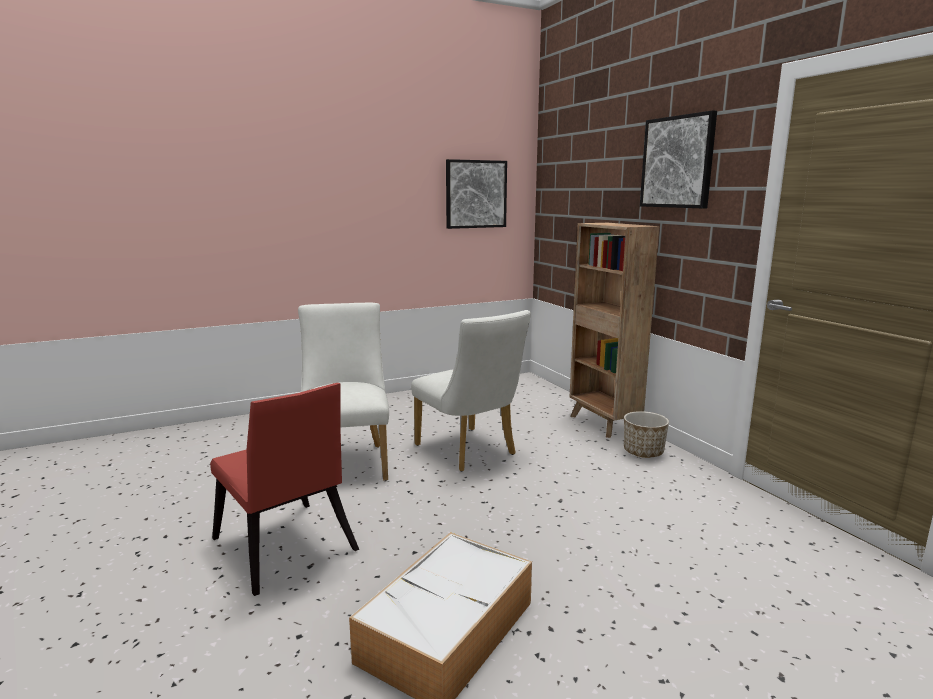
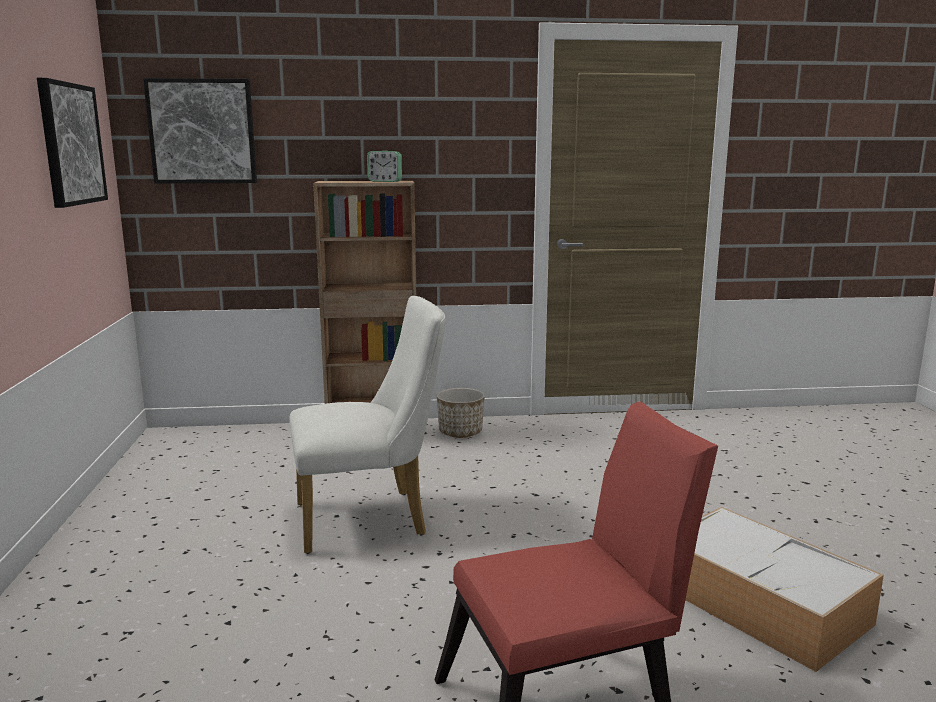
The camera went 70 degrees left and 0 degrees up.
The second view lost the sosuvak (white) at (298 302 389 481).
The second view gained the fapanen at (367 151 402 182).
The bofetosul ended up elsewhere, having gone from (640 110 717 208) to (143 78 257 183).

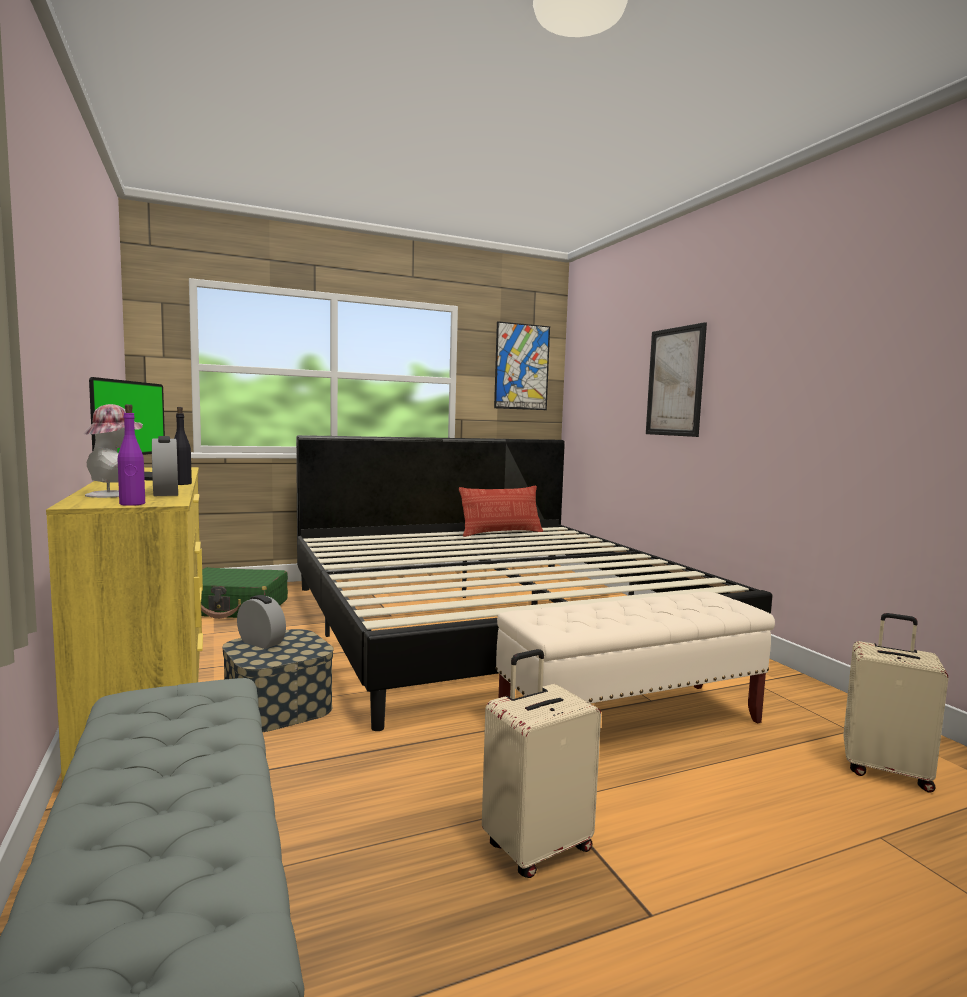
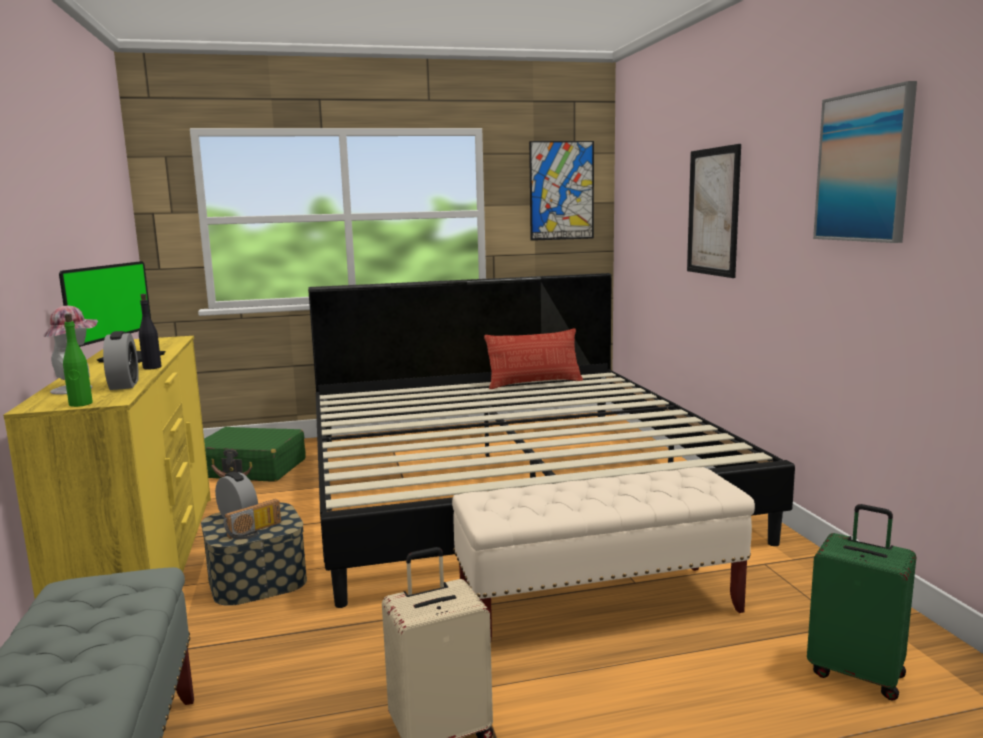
The camera went 10 degrees right and 5 degrees up.
The second view gained the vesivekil at (223 499 281 539).
The second view gained the bofetosul at (813 81 917 243).
What was the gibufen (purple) at (118 404 145 506) turned into the gibufen (green) at (63 314 93 407).
What was the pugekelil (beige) at (843 613 949 793) turned into the pugekelil (green) at (807 504 916 701).

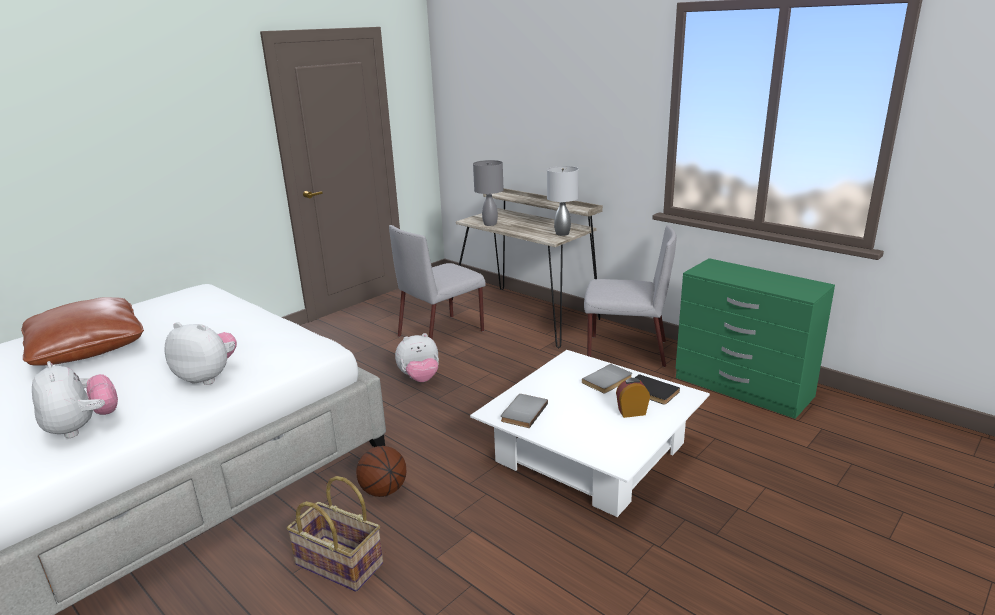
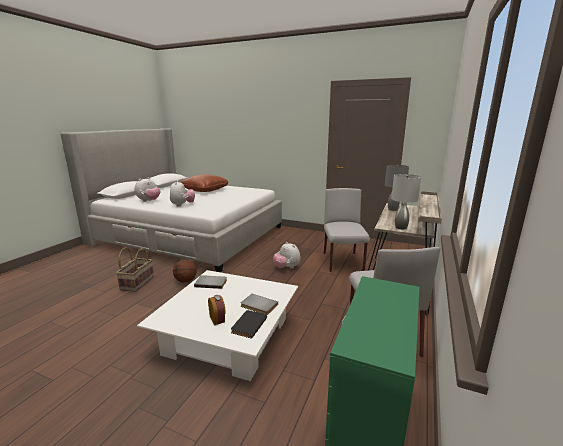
The camera went 70 degrees right and 5 degrees down.
The sosuvak (grey) at (389 225 486 339) ended up facing another way, 60 degrees clockwise from before.

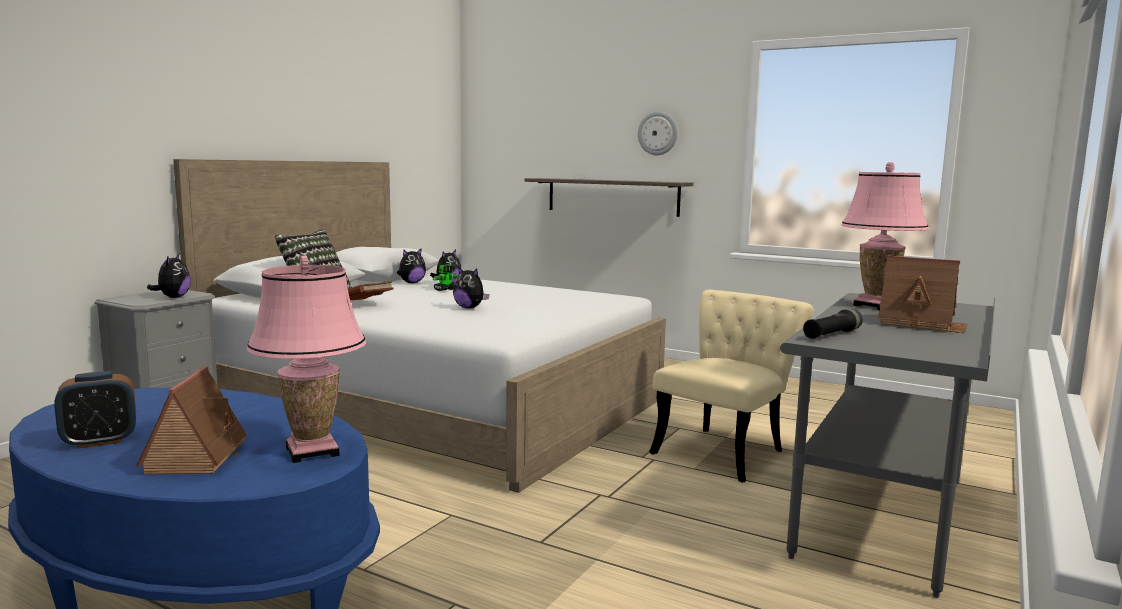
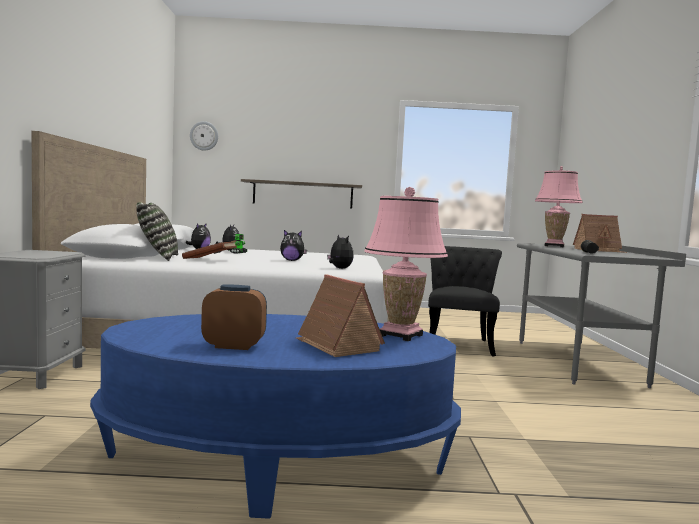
The camera went 30 degrees left and 5 degrees down.
The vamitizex ended up elsewhere, having gone from (147 254 191 298) to (327 234 354 269).
The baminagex ended up elsewhere, having gone from (638 111 678 155) to (190 121 218 151).
What was the sosuvak (beige) at (649 290 814 483) turned into the sosuvak (black) at (428 246 502 357).
The fapanen at (54 371 136 449) ended up facing another way, 120 degrees counterclockwise from before.

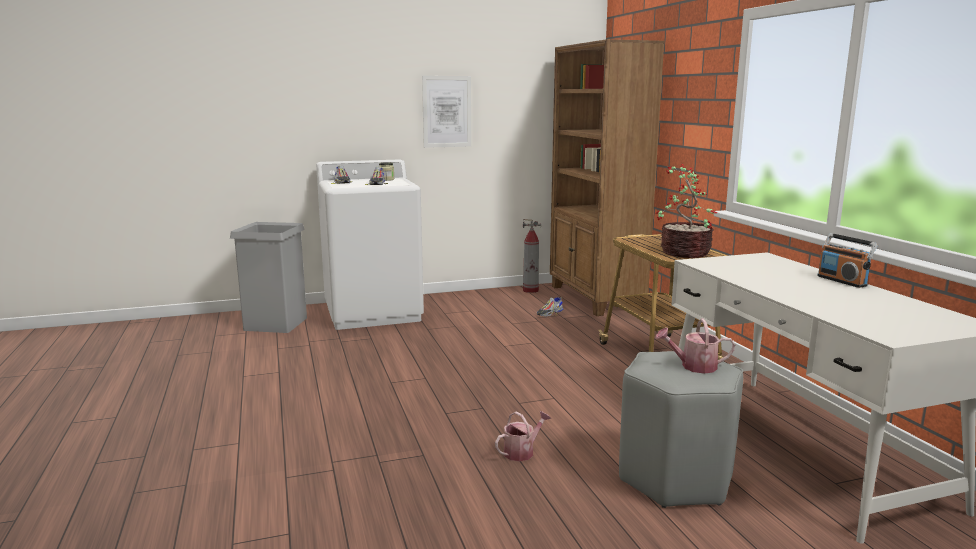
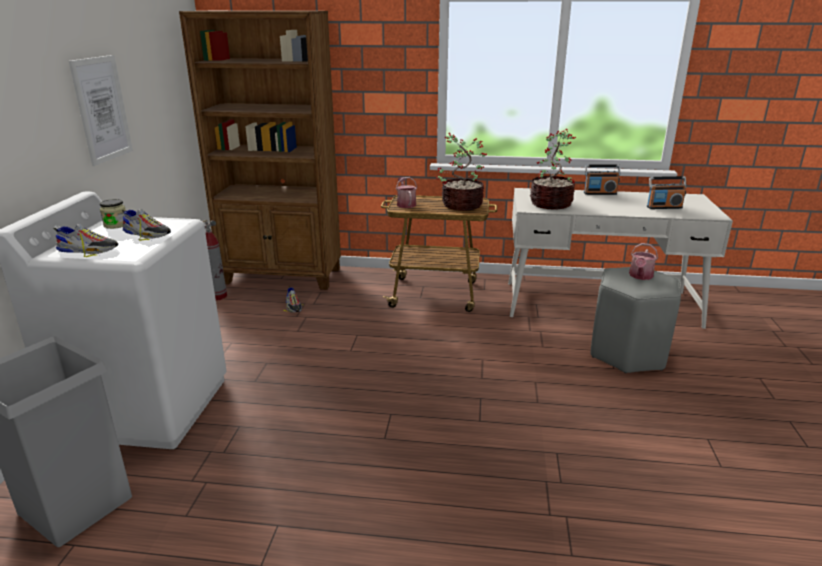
The camera went 65 degrees left and 10 degrees up.
The second view gained the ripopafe at (530 129 576 210).
The second view gained the vesivekil at (647 176 687 209).
The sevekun ended up elsewhere, having gone from (495 411 551 462) to (396 177 417 208).

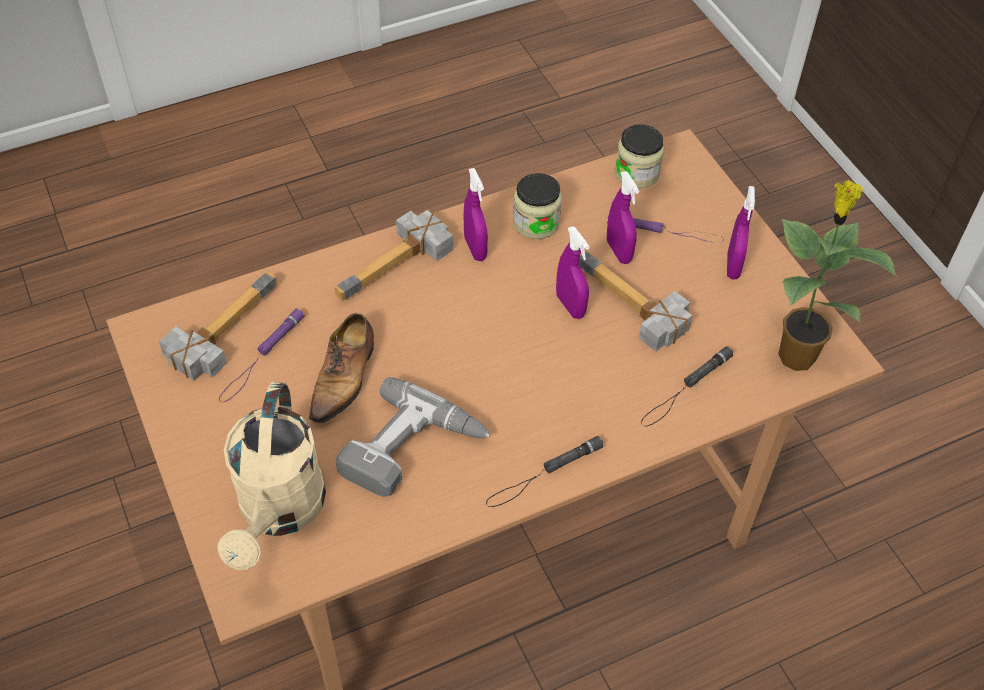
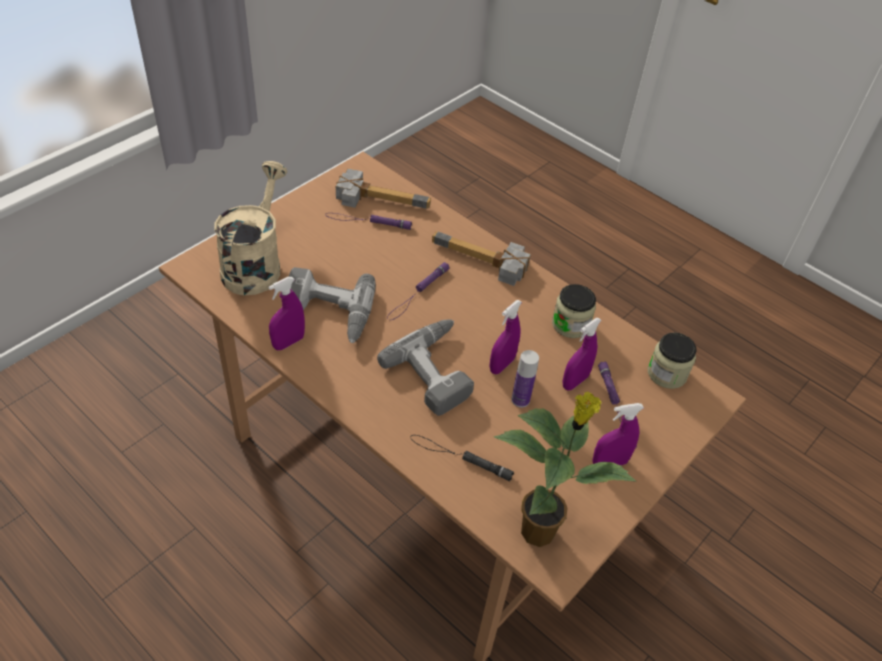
The camera went 65 degrees right and 5 degrees down.
The second view lost the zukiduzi at (309 313 374 427).
The second view lost the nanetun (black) at (486 436 604 507).
The second view gained the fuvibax at (377 319 474 416).
The second view gained the nanetun (purple) at (387 262 450 320).
The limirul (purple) ended up elsewhere, having gone from (464 168 488 261) to (268 277 305 350).
Where the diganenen stood at (579 250 693 352), the gibufen came to stand at (511 350 539 408).
The sevekun (beige) at (217 382 326 570) ended up facing another way, 120 degrees clockwise from before.

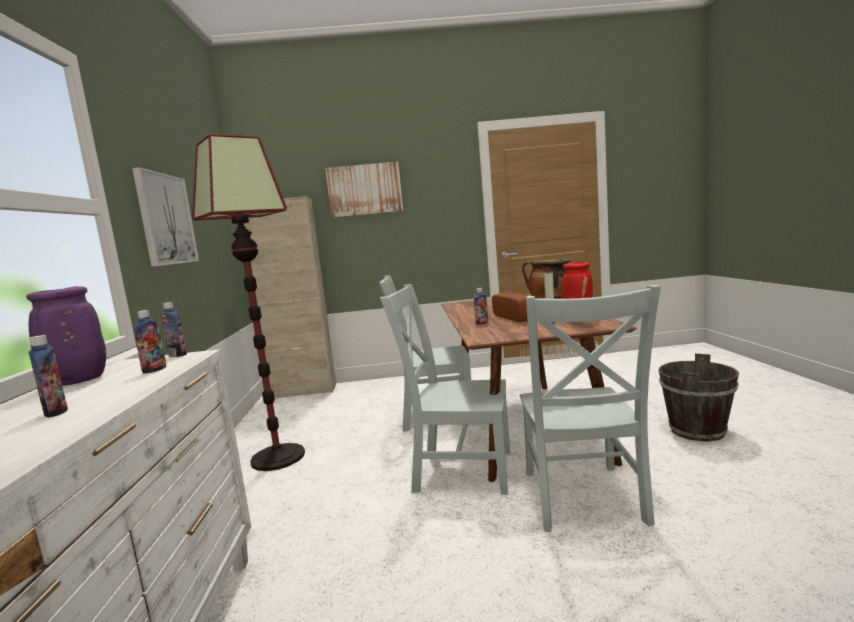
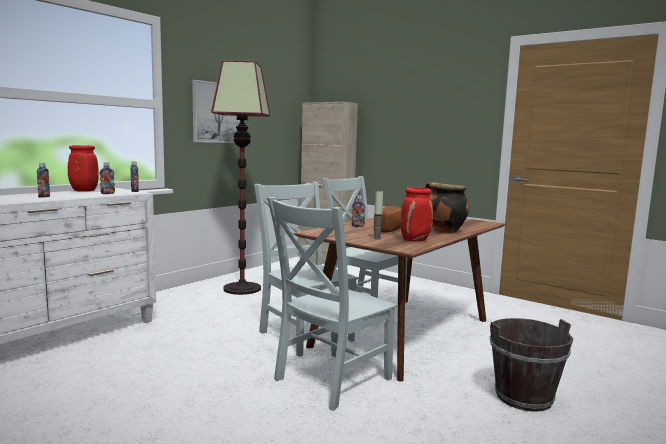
The camera went 40 degrees right and 0 degrees up.
The second view lost the bofetosul at (325 161 403 218).
What was the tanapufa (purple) at (26 286 106 386) turned into the tanapufa (red) at (68 145 99 192).

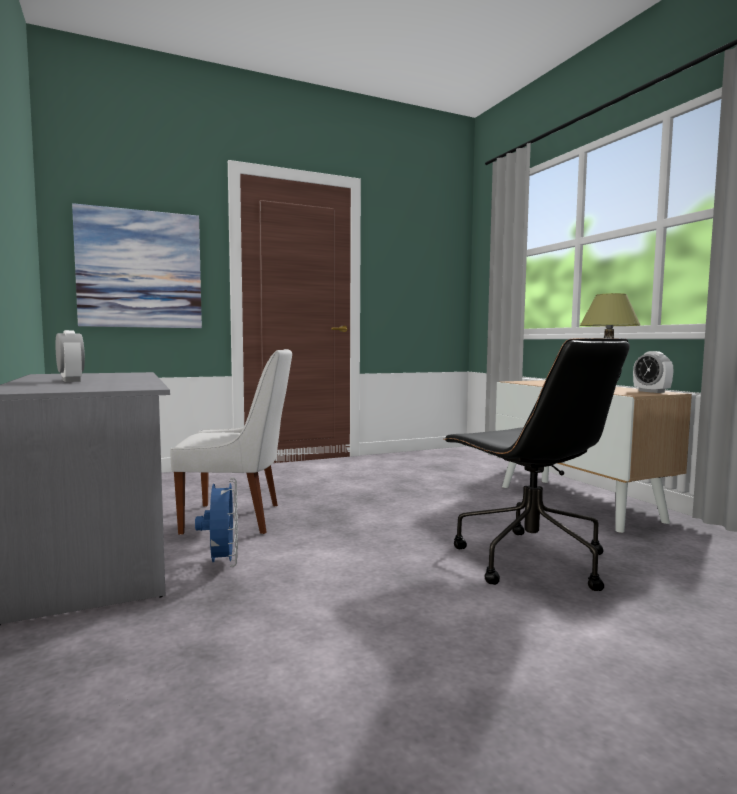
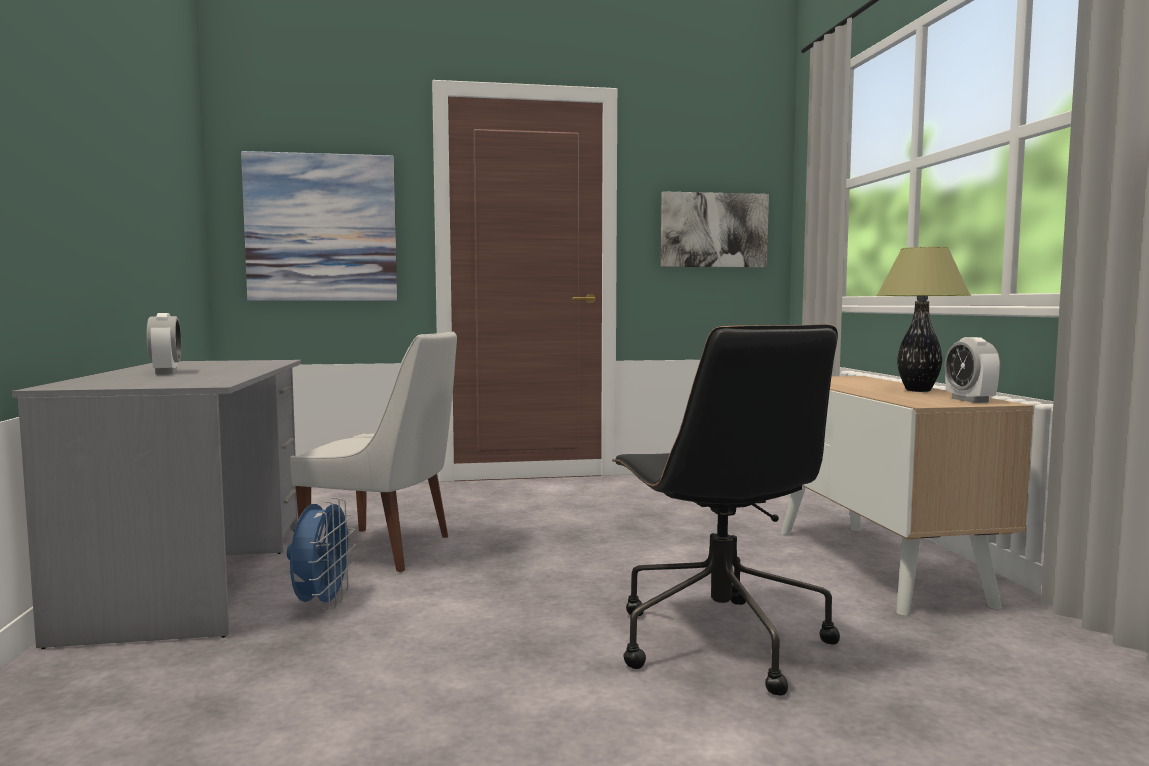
The camera went 15 degrees right and 0 degrees up.
The second view gained the bofetosul at (661 191 769 268).

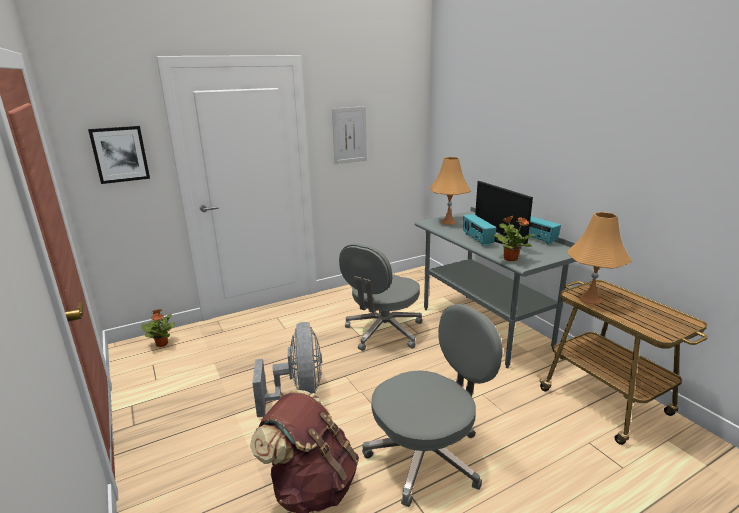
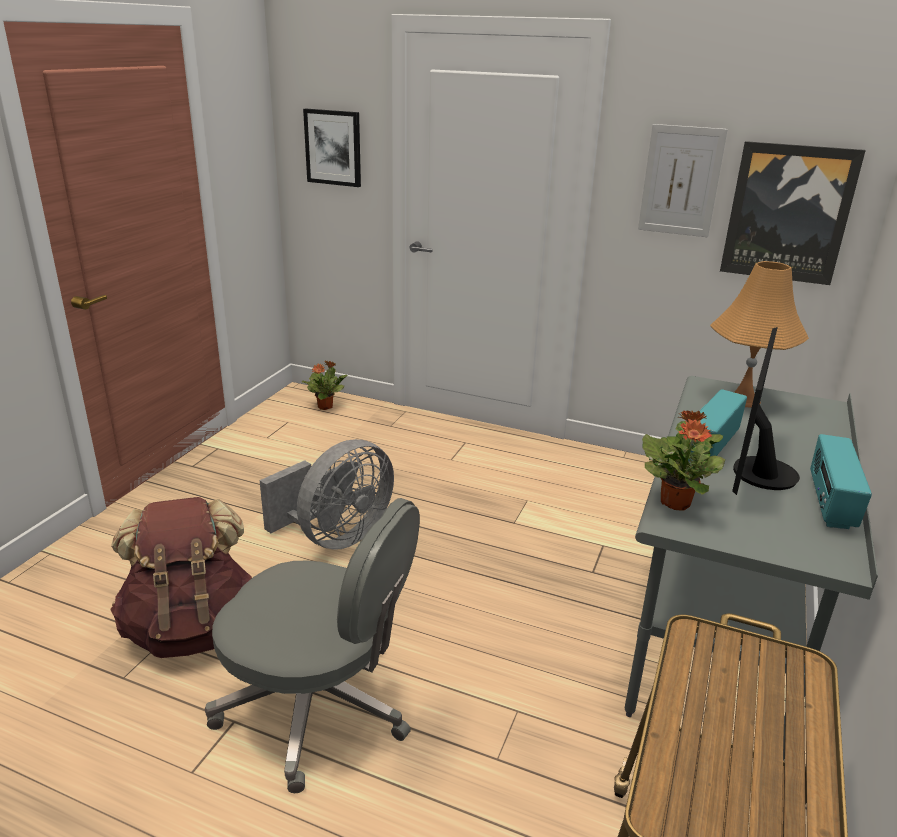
The camera went 50 degrees right and 5 degrees up.
The second view lost the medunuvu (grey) at (339 243 422 351).
The second view lost the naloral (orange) at (567 212 632 304).
The second view gained the bofetosul at (720 141 866 285).

